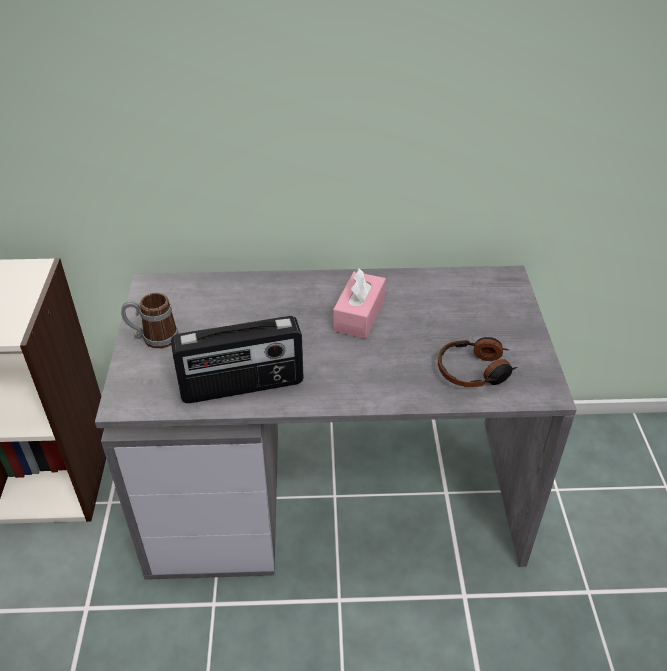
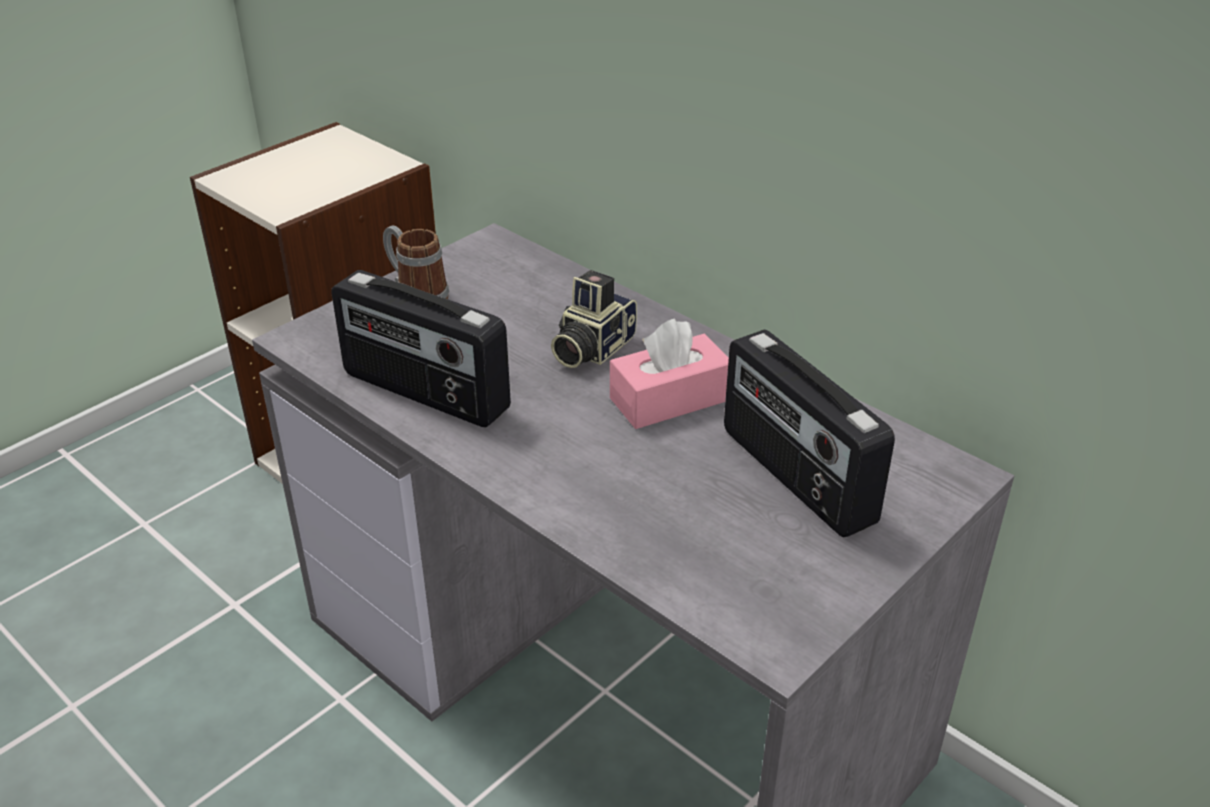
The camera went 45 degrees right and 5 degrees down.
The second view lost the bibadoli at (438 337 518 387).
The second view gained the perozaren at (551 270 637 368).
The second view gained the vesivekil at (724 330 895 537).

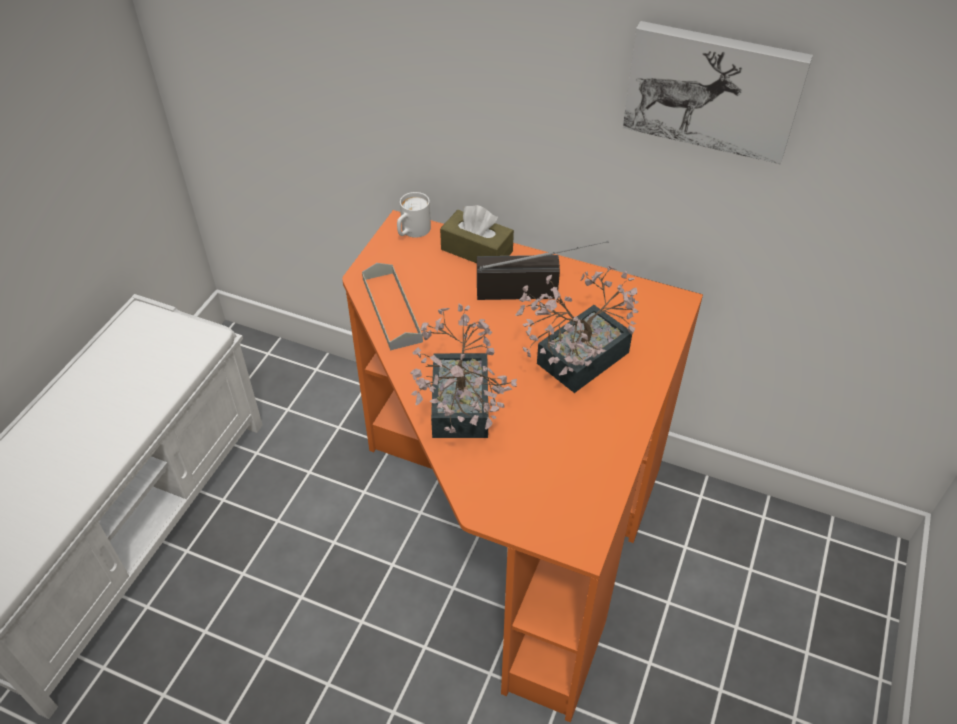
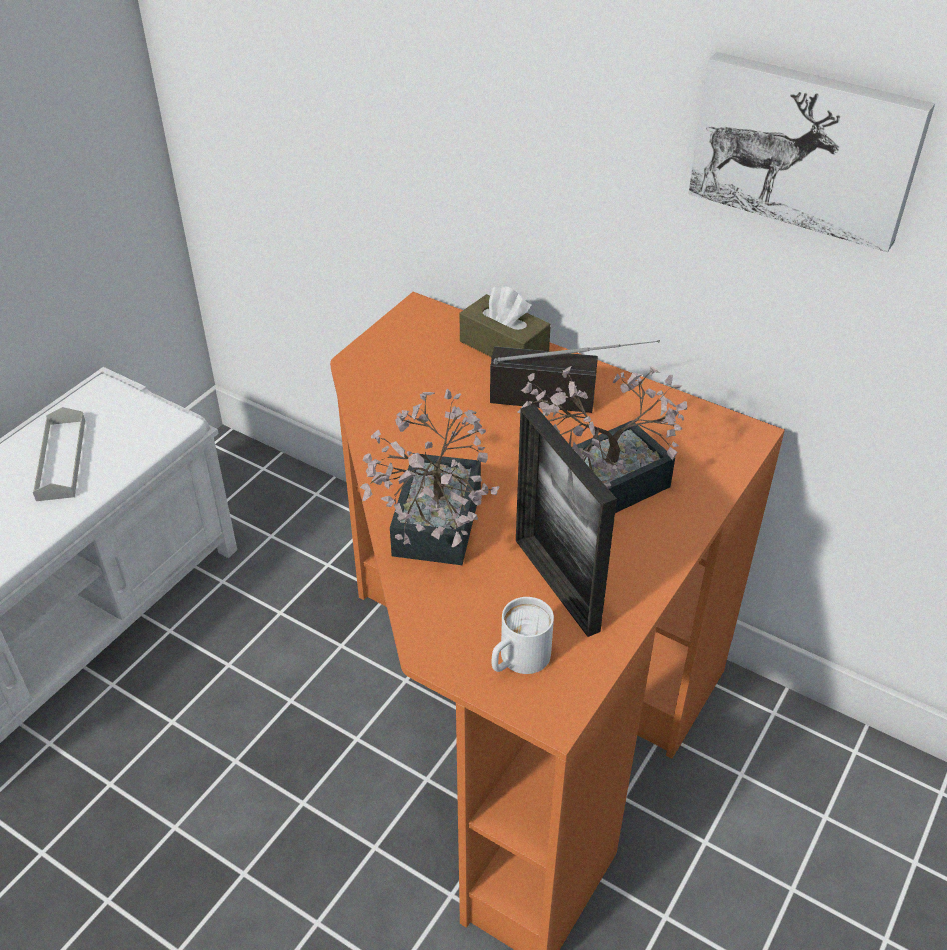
The camera went 10 degrees right and 5 degrees down.
The second view gained the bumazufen at (516 404 617 637).
The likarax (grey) ended up elsewhere, having gone from (362 263 423 350) to (33 407 85 501).
The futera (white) ended up elsewhere, having gone from (397 192 431 238) to (492 597 554 674).

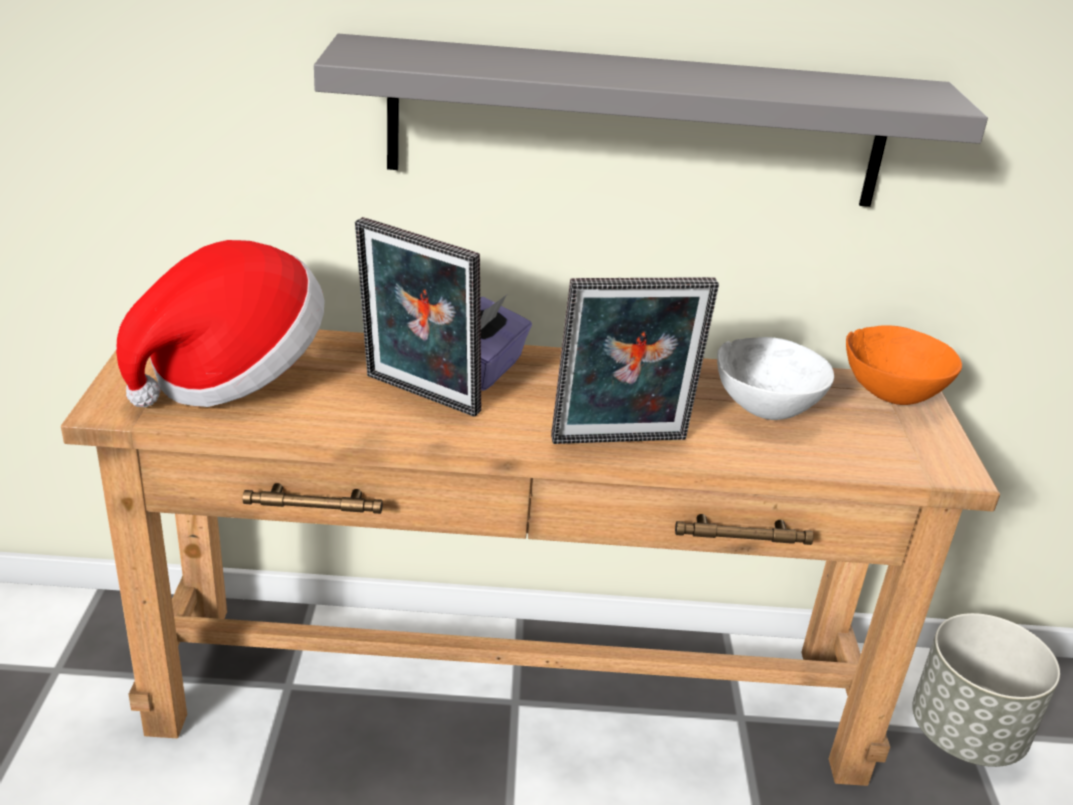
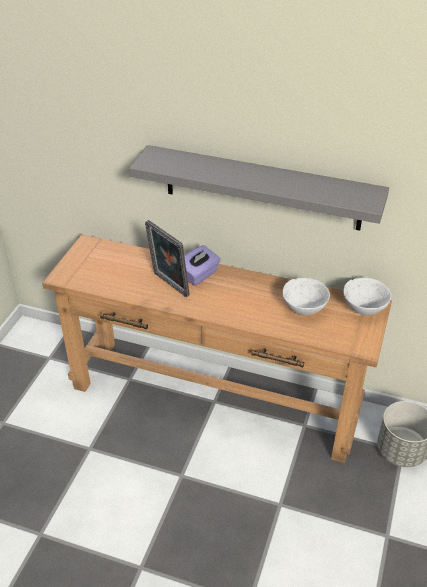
The camera went 20 degrees right and 10 degrees up.
The second view lost the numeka at (116 240 324 407).
The second view lost the bumazufen at (551 277 719 444).
What was the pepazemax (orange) at (846 325 962 405) turned into the pepazemax (white) at (344 278 391 315).

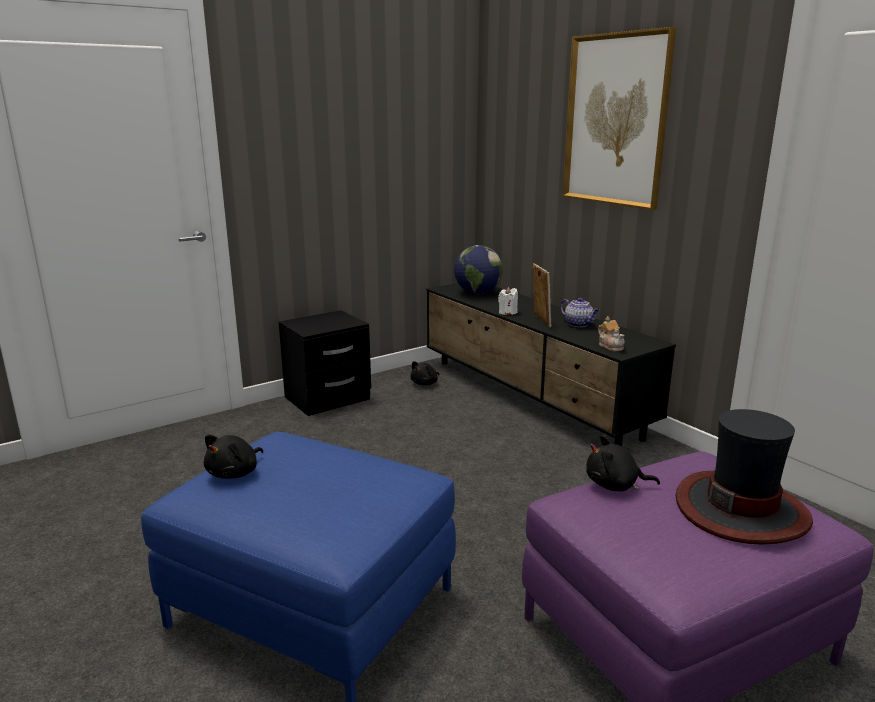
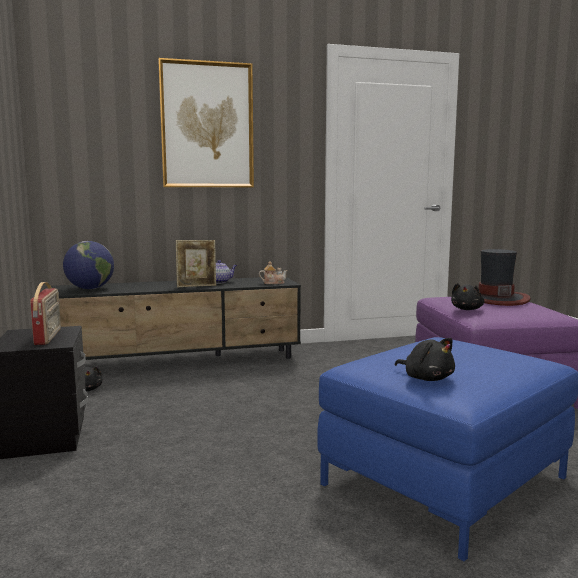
The camera went 70 degrees left and 10 degrees down.
The second view lost the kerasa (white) at (498 287 518 315).
The second view gained the vesivekil at (30 282 61 345).
The bumazufen at (533 263 551 328) ended up facing another way, 150 degrees clockwise from before.

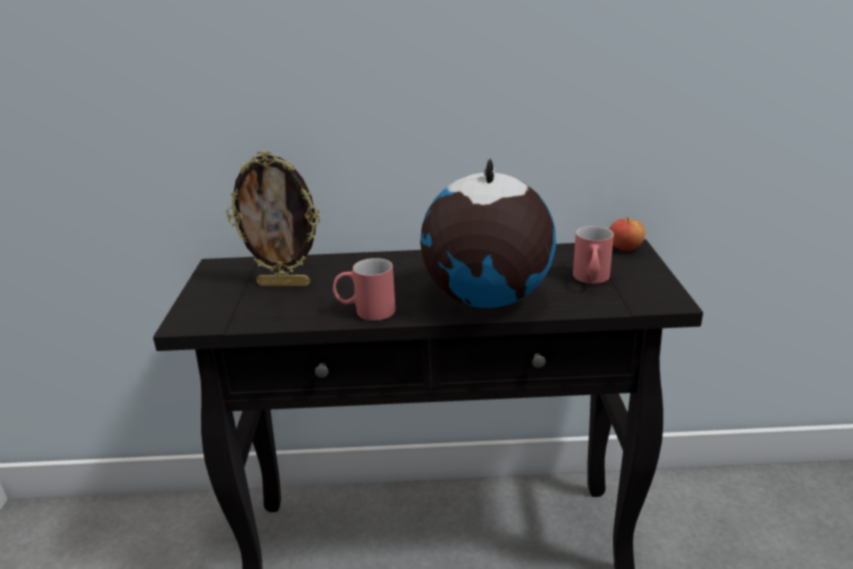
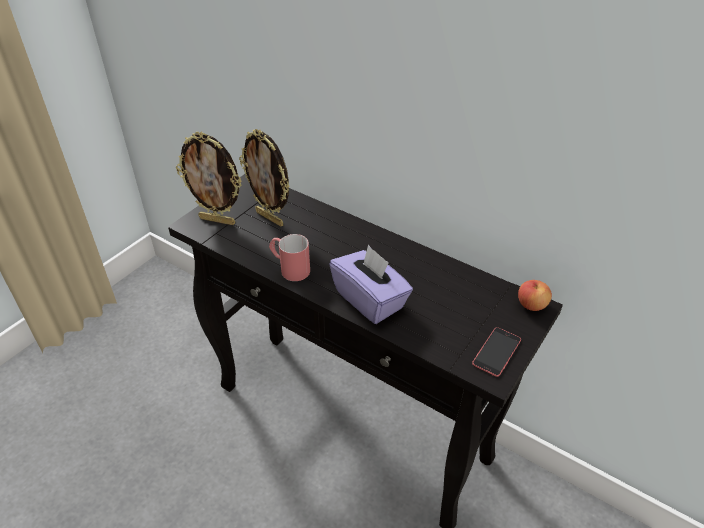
The camera went 35 degrees right and 15 degrees up.
The second view lost the futera (red) at (573 226 614 284).
The second view gained the bumazufen at (176 132 242 225).
The second view gained the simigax at (472 327 521 377).
Where the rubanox stood at (420 158 556 308), the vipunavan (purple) came to stand at (329 244 413 324).

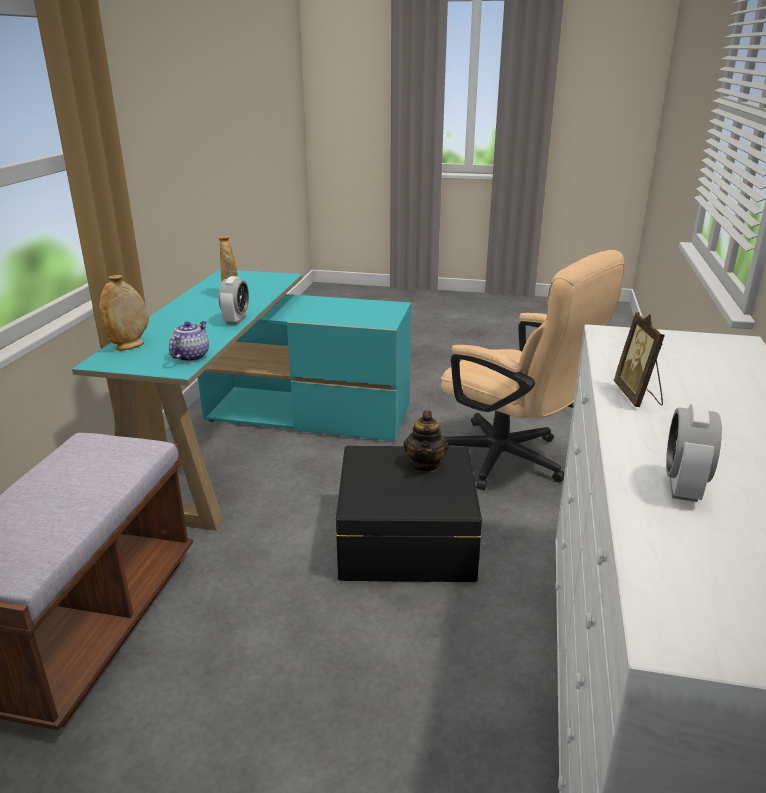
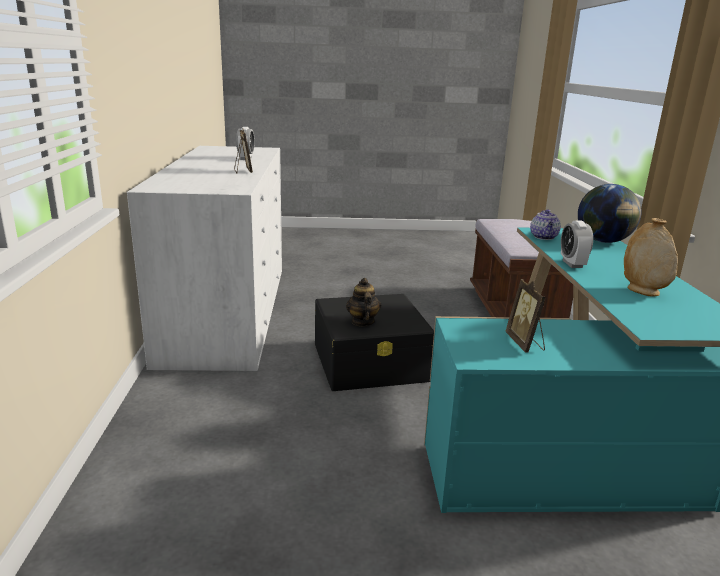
The camera went 165 degrees right and 5 degrees down.
The second view lost the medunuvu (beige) at (441 250 625 490).
The second view gained the bumazufen at (505 279 546 353).
Where the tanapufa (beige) stood at (99 275 149 351), the rubanox came to stand at (578 184 642 243).

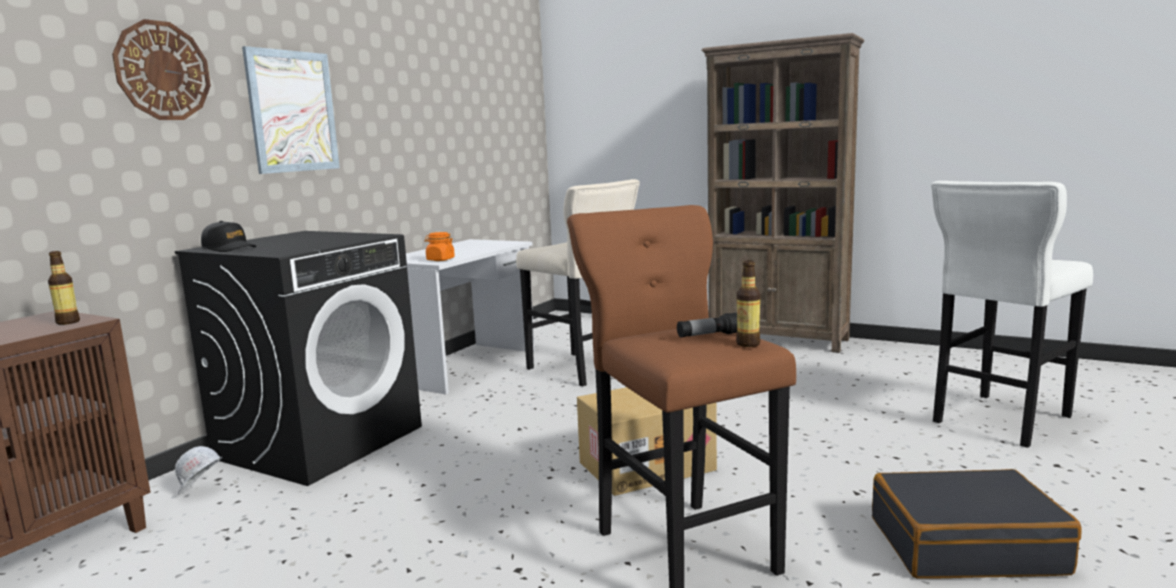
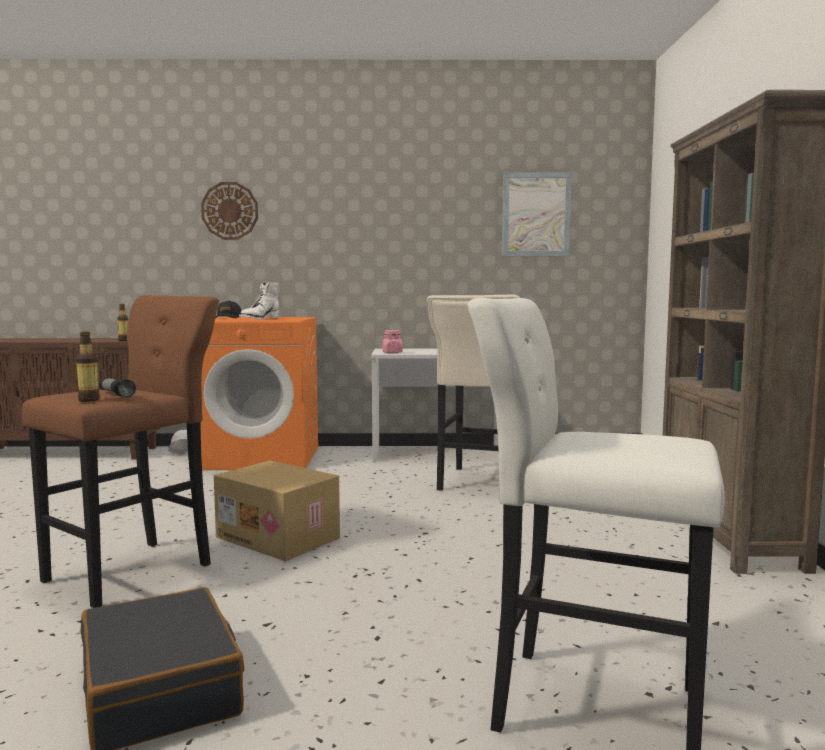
The camera went 60 degrees right and 5 degrees down.
The second view gained the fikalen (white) at (239 282 279 320).
The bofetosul ended up elsewhere, having gone from (242 46 340 174) to (502 172 572 256).
What was the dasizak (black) at (175 231 422 486) turned into the dasizak (orange) at (200 317 318 470).
What was the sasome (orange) at (425 232 455 261) turned into the sasome (pink) at (382 330 403 353).

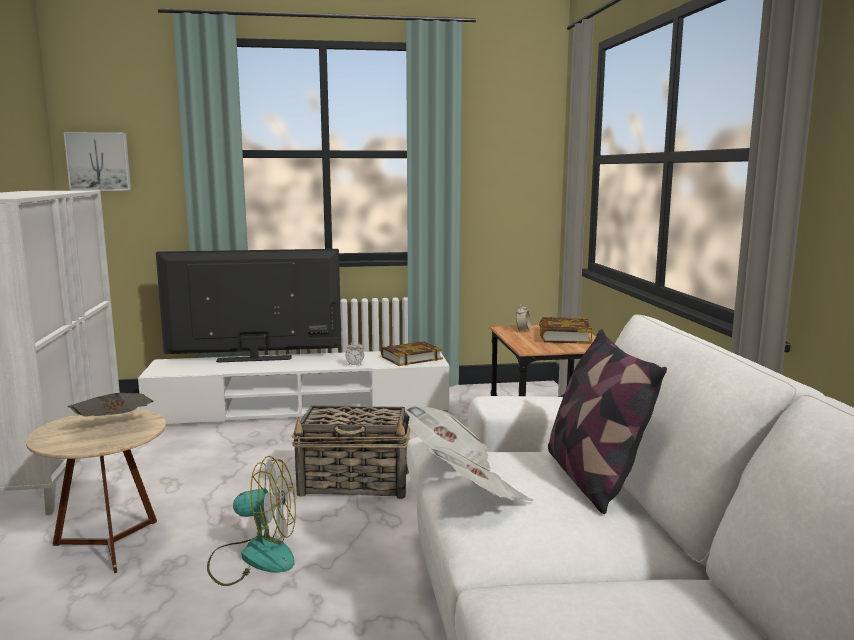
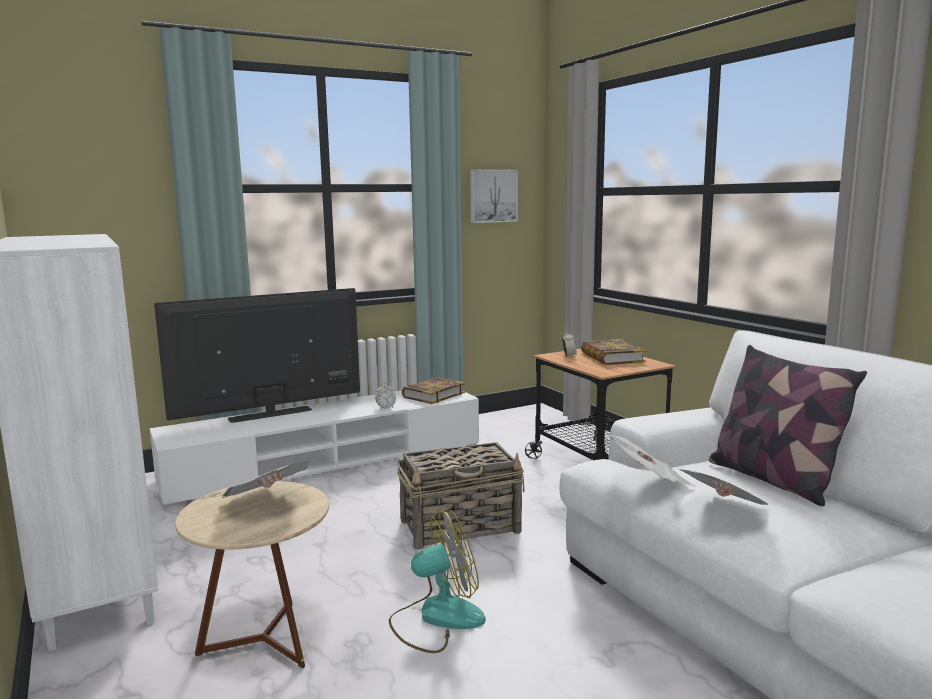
The camera went 20 degrees left and 0 degrees up.
The bofetosul ended up elsewhere, having gone from (64 132 131 191) to (470 170 518 223).

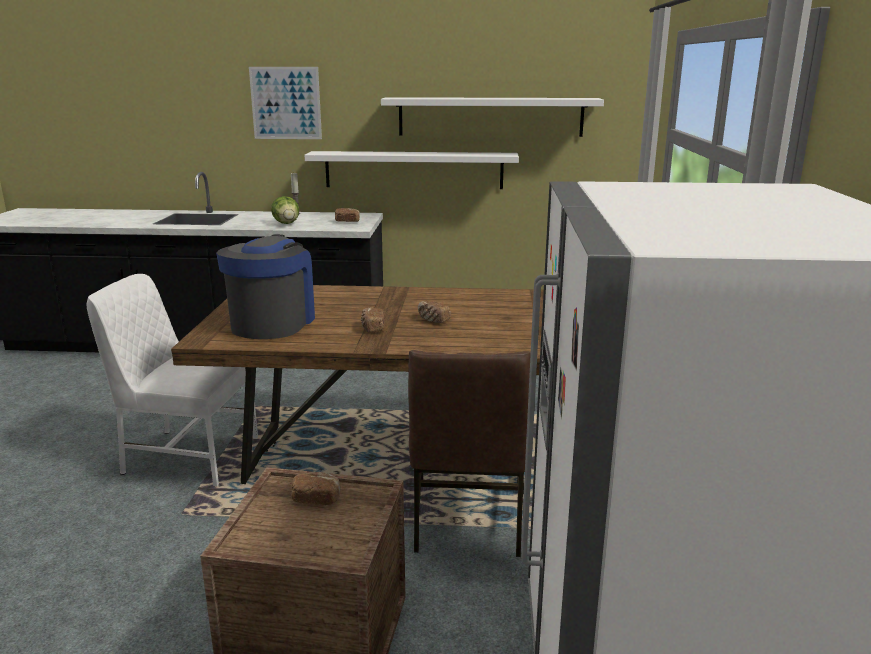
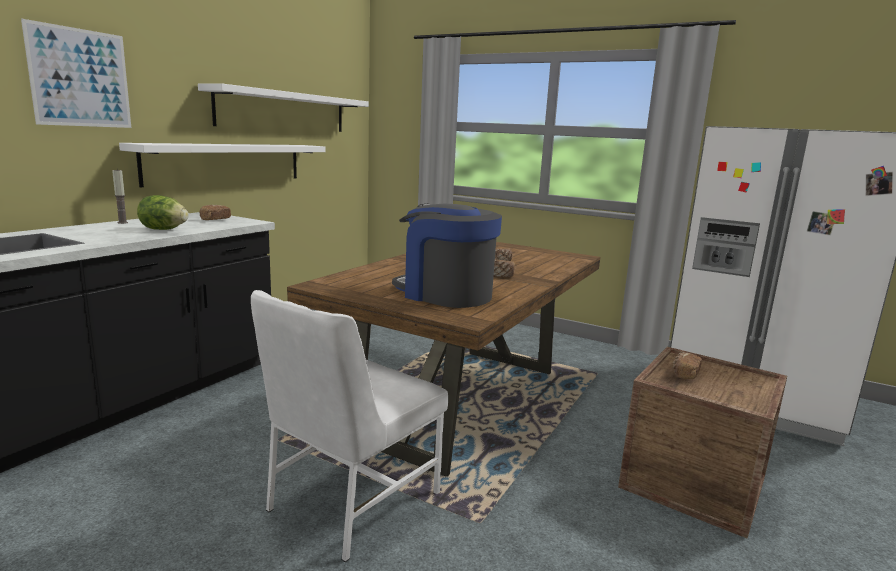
The camera went 65 degrees left and 5 degrees down.
The second view lost the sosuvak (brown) at (408 350 531 557).

